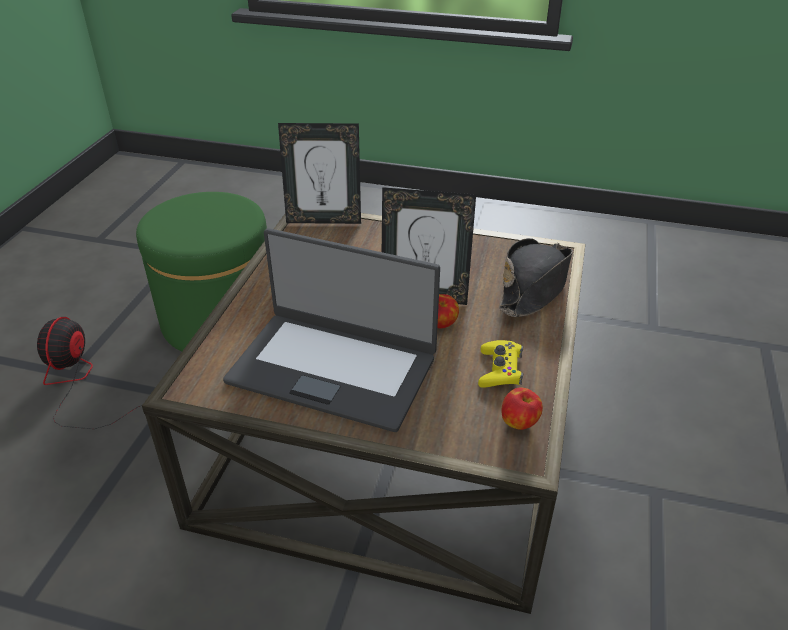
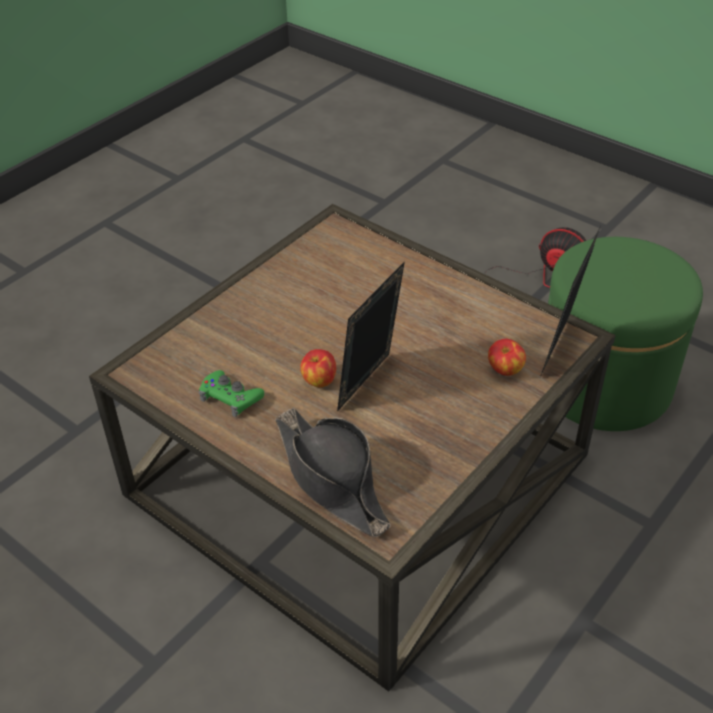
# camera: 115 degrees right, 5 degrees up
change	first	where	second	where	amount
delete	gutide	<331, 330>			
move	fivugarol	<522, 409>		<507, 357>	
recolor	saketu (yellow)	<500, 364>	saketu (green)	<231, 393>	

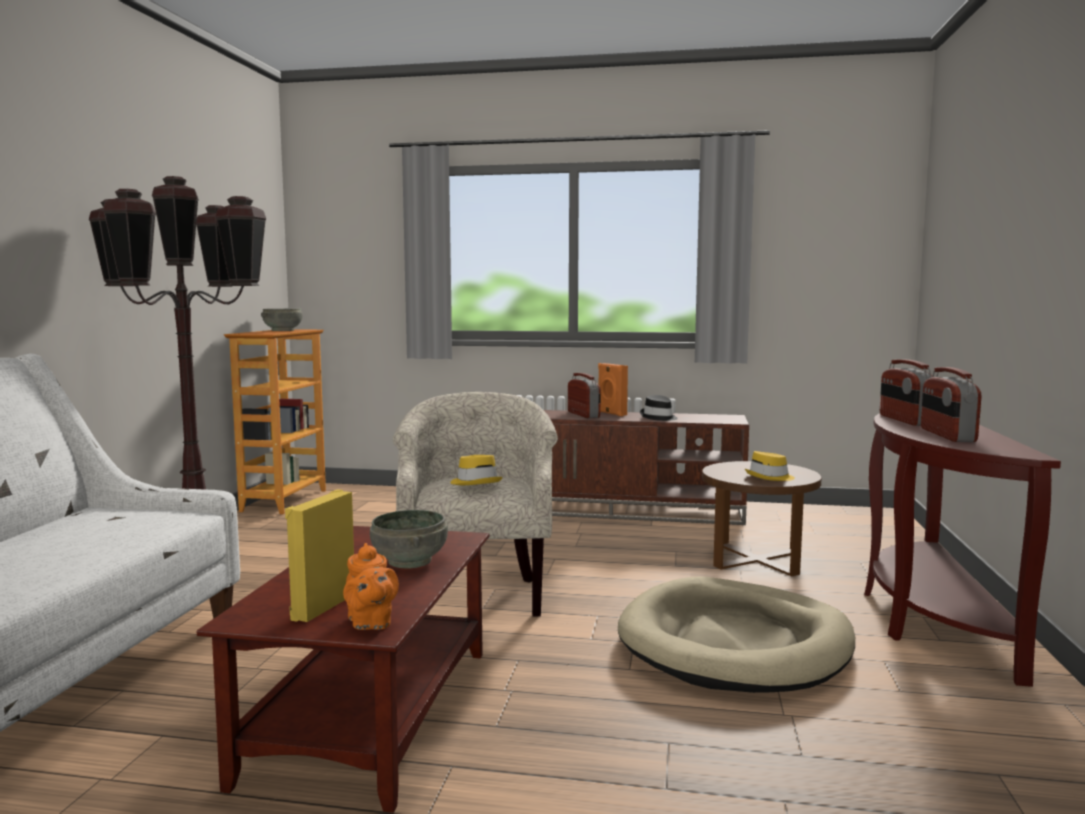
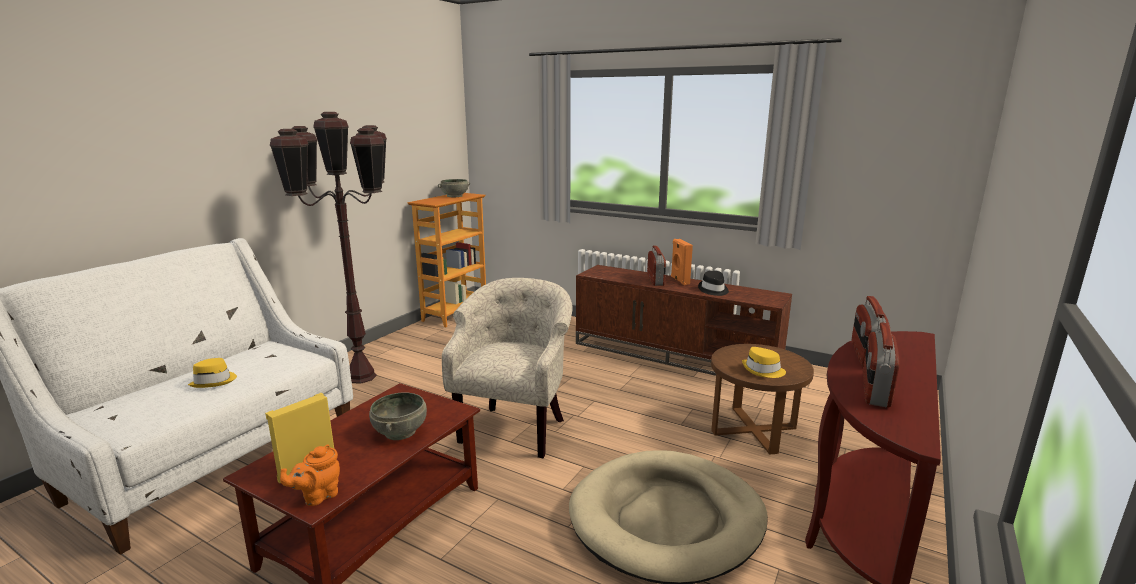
# camera: 20 degrees right, 10 degrees up
change	first	where	second	where	amount
move	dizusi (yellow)	<476, 470>		<212, 373>	
rotate	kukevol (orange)	<371, 586>		<310, 475>	45 degrees clockwise

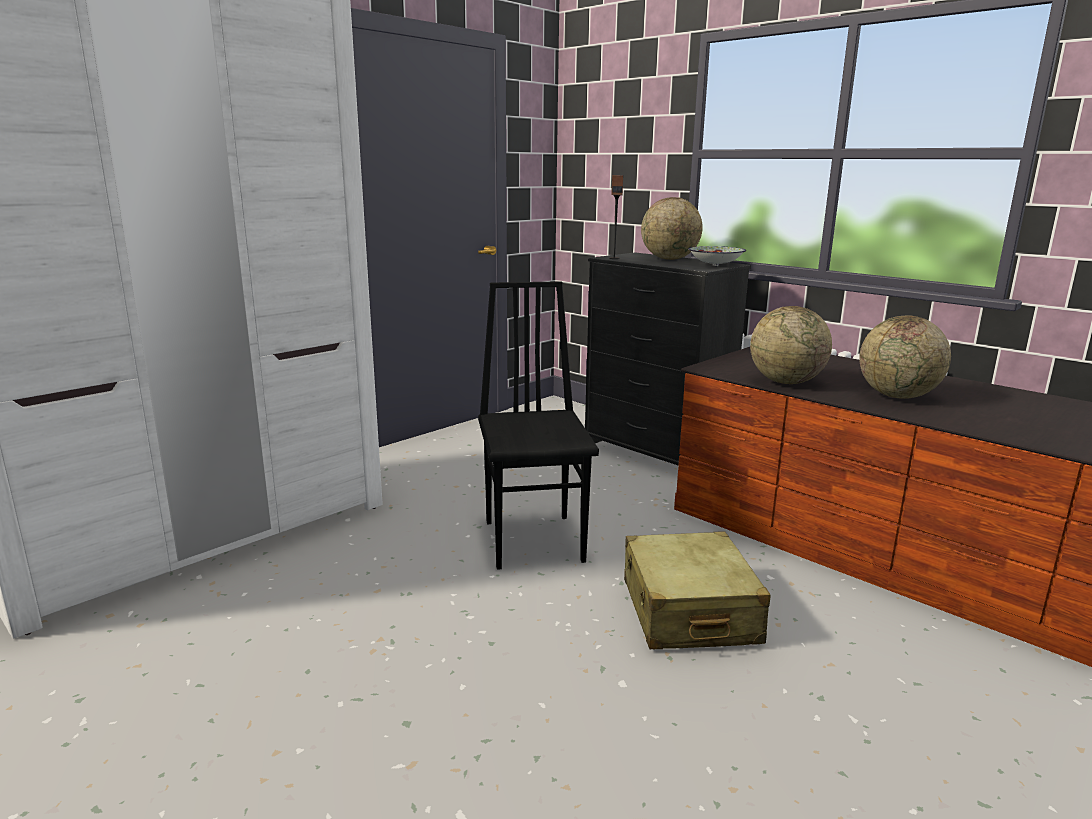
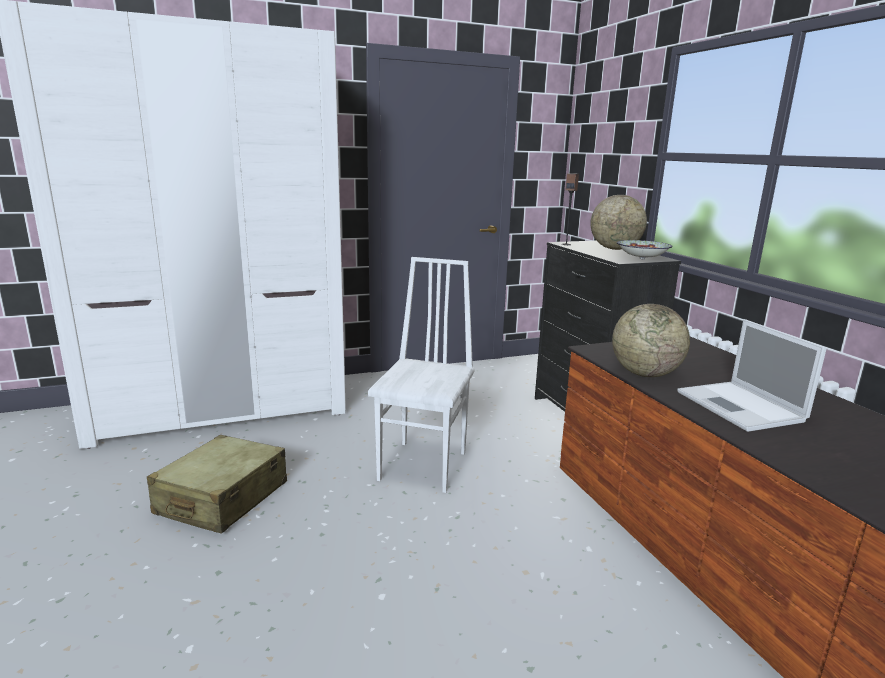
# camera: 25 degrees right, 0 degrees up
change	first	where	second	where	amount
move	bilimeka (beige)	<697, 590>		<217, 484>	
replace	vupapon	<905, 357>	gutide	<752, 375>	
recolor	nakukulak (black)	<538, 425>	nakukulak (white)	<421, 375>	

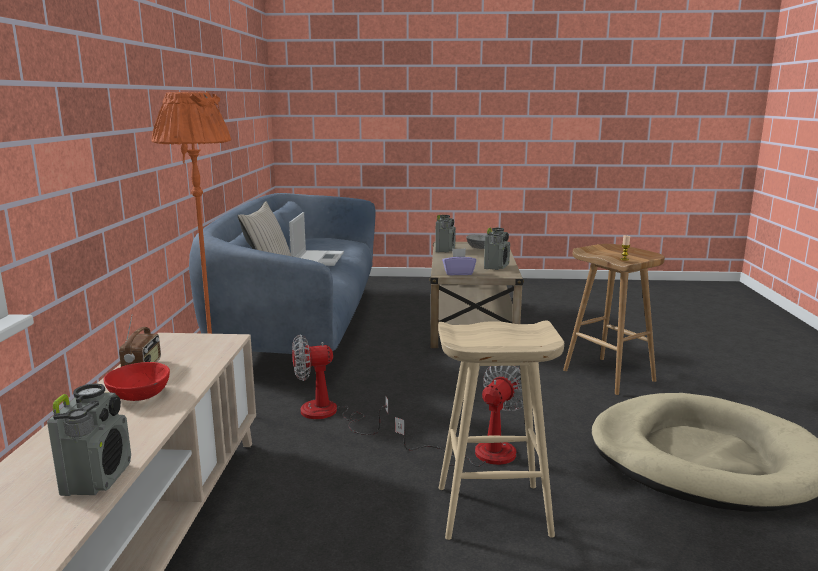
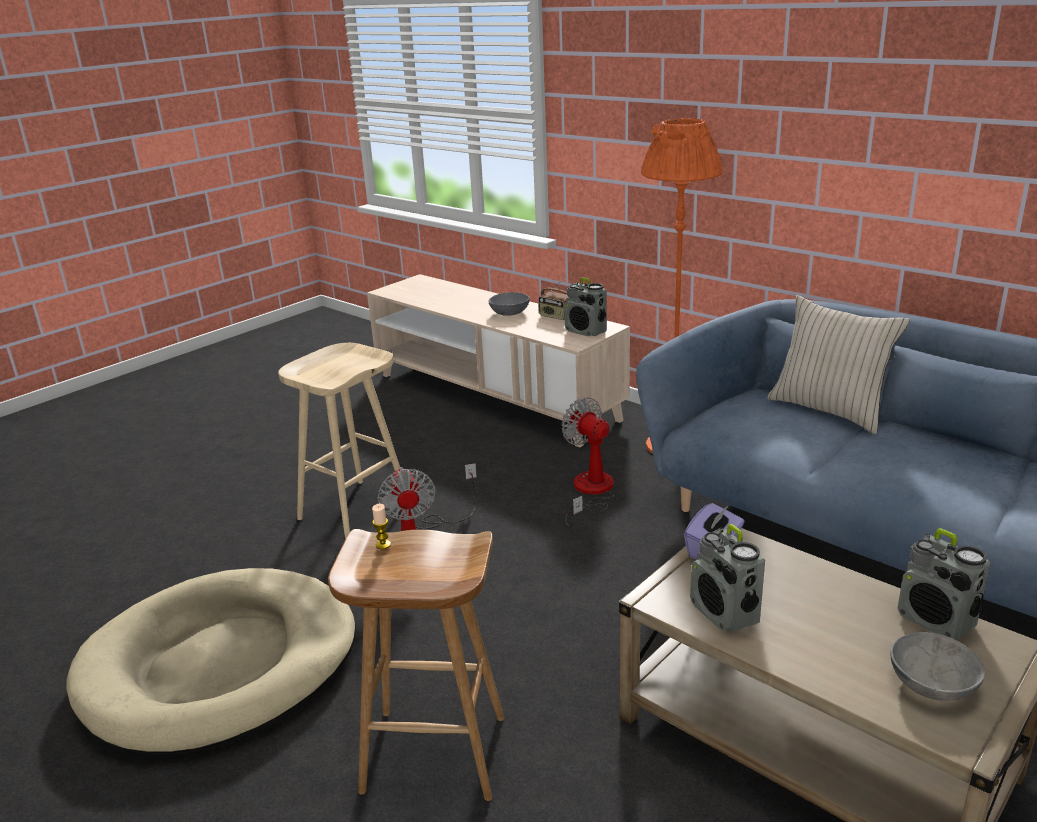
# camera: 130 degrees right, 10 degrees up
change	first	where	second	where	amount
delete	gutide	<316, 239>			
move	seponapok	<89, 439>		<585, 306>	
recolor	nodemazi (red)	<136, 381>	nodemazi (grey)	<509, 304>	
rotate	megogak	<340, 385>		<588, 462>	60 degrees counterclockwise

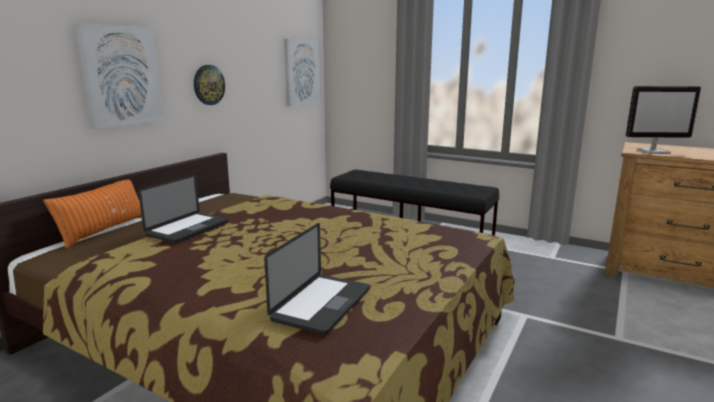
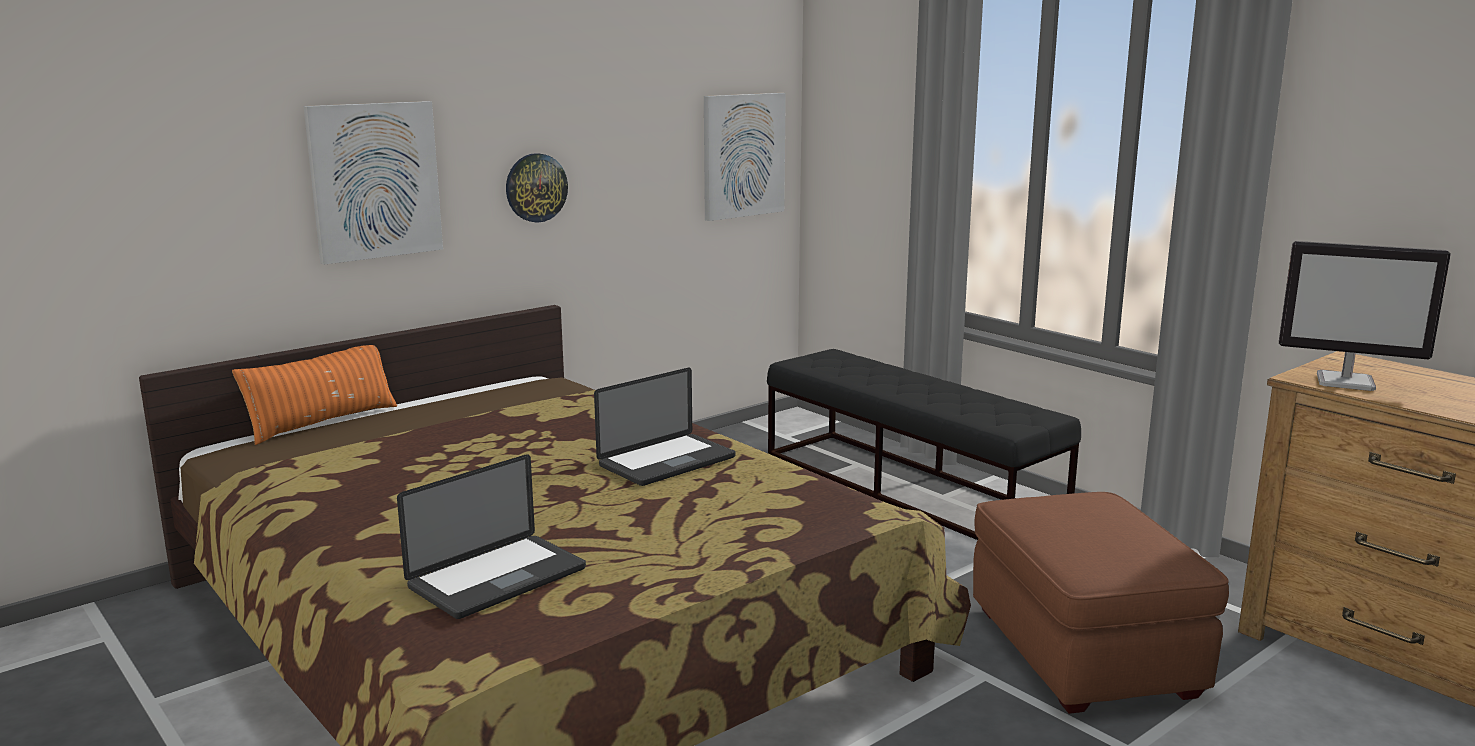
# camera: 20 degrees right, 0 degrees up
change	first	where	second	where	amount
insert			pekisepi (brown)	<1101, 603>	
move	gutide	<183, 209>		<665, 427>	

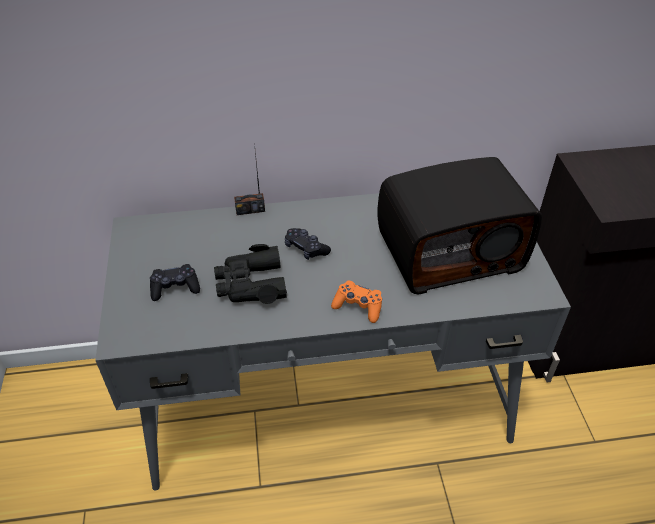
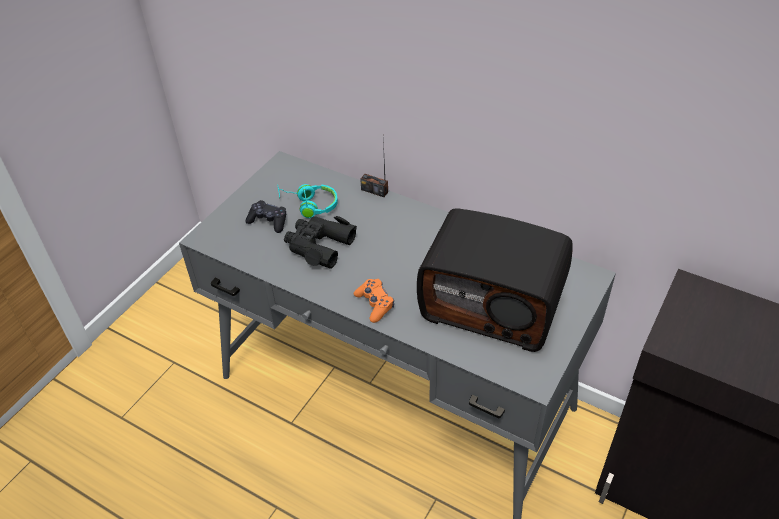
# camera: 40 degrees right, 0 degrees up
change	first	where	second	where	amount
delete	saketu (black)	<308, 244>			
insert			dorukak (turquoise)	<308, 201>	

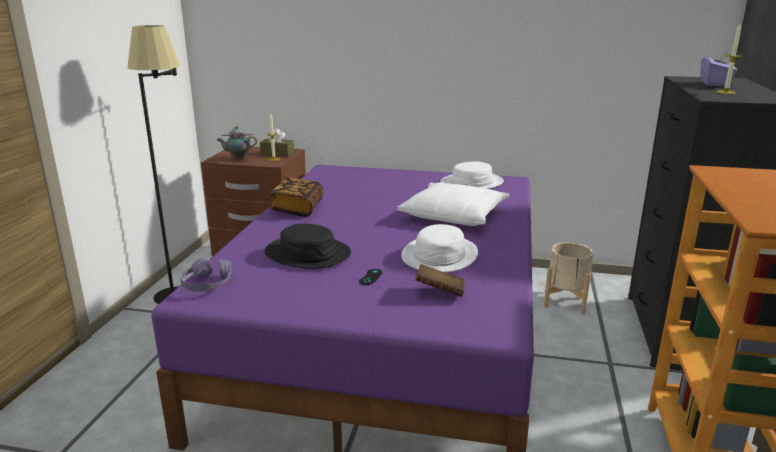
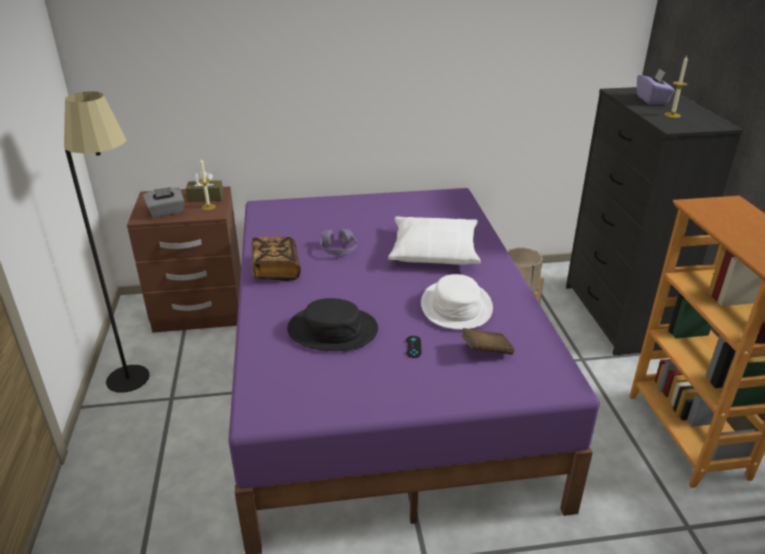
# camera: 20 degrees left, 10 degrees up
change	first	where	second	where	amount
delete	dizusi (white)	<472, 175>			
move	dorukak (purple)	<206, 275>		<338, 242>	
replace	kukevol	<237, 142>	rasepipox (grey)	<164, 202>	

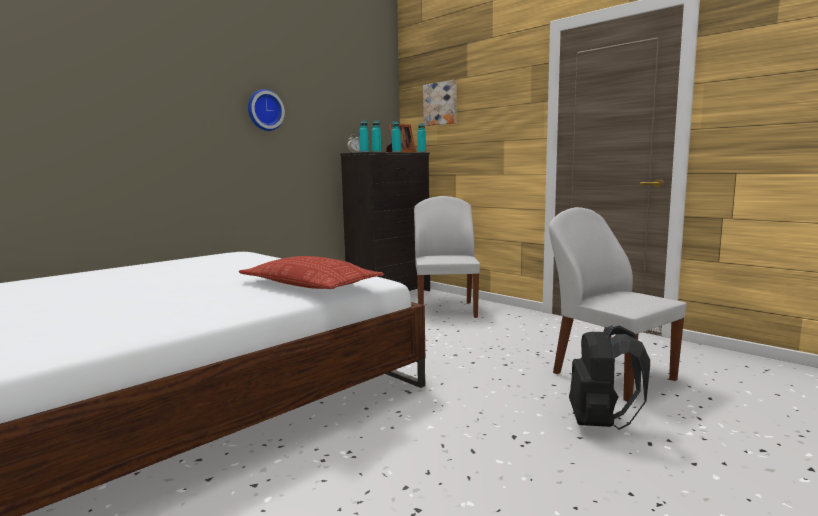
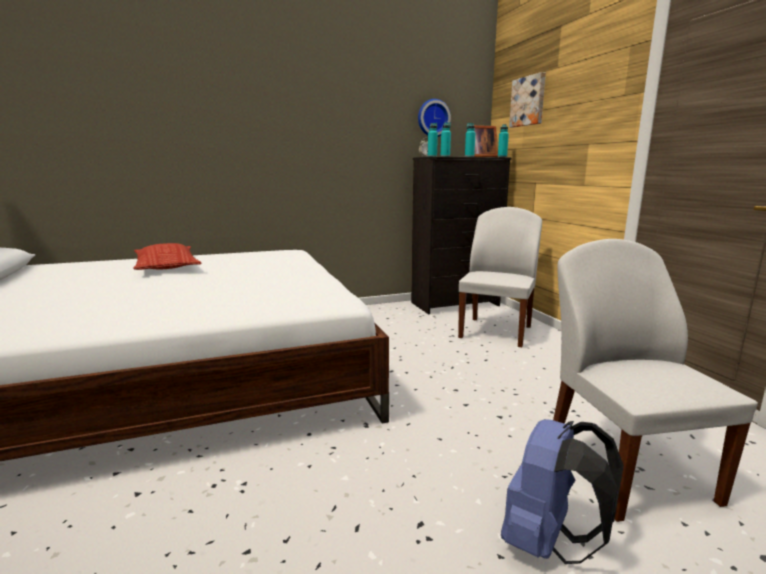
# camera: 25 degrees right, 5 degrees up
change	first	where	second	where	amount
move	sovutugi	<311, 272>		<167, 256>	
move	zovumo	<266, 110>		<434, 118>	
recolor	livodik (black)	<609, 377>	livodik (blue)	<562, 491>	

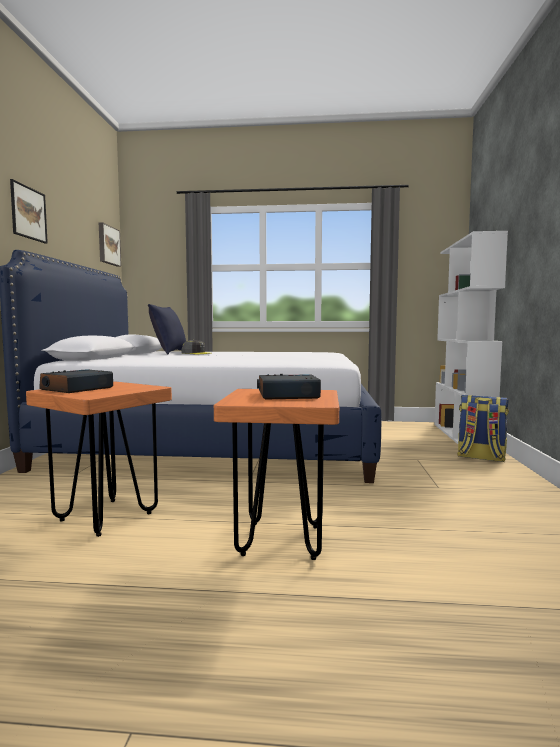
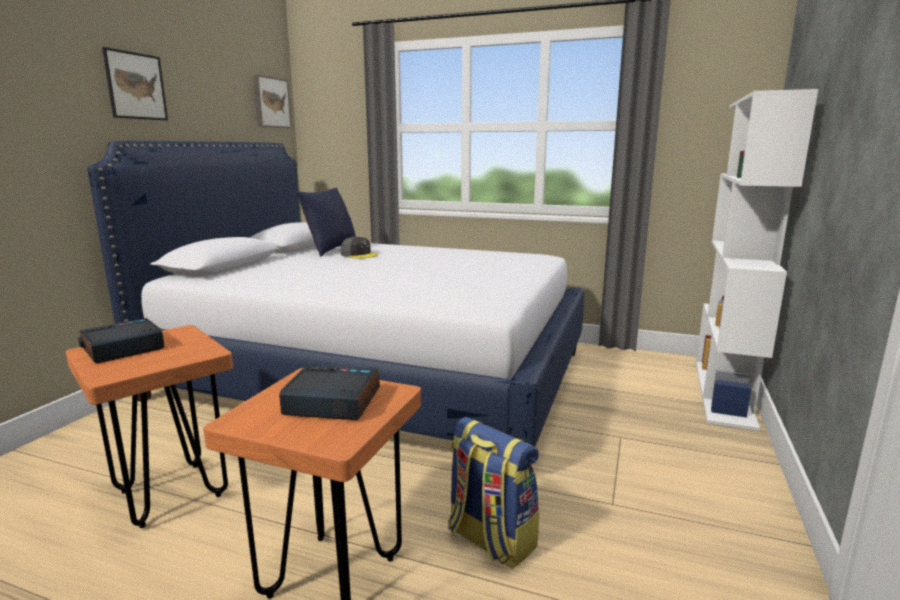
# camera: 15 degrees right, 10 degrees up
change	first	where	second	where	amount
move	livodik	<483, 428>		<493, 493>	

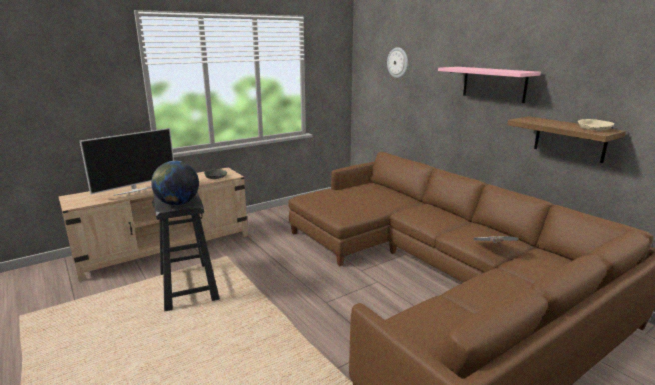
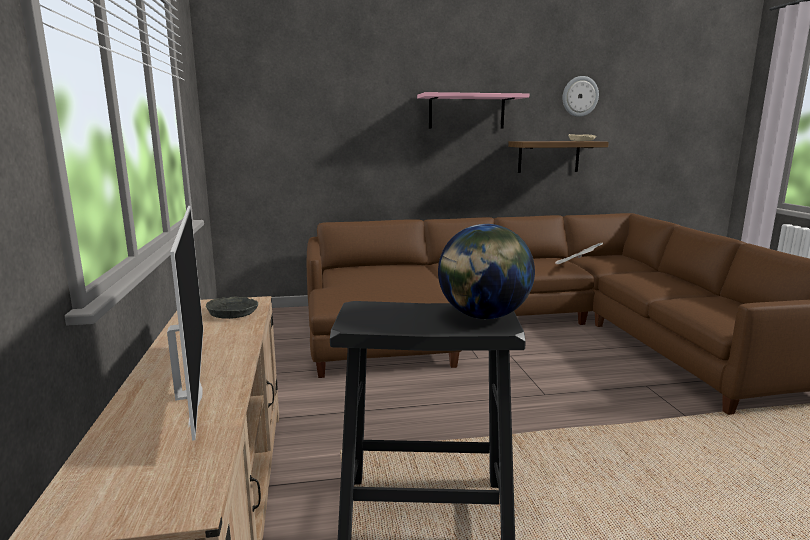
# camera: 65 degrees left, 5 degrees down
change	first	where	second	where	amount
move	zovumo	<397, 62>		<580, 96>	

